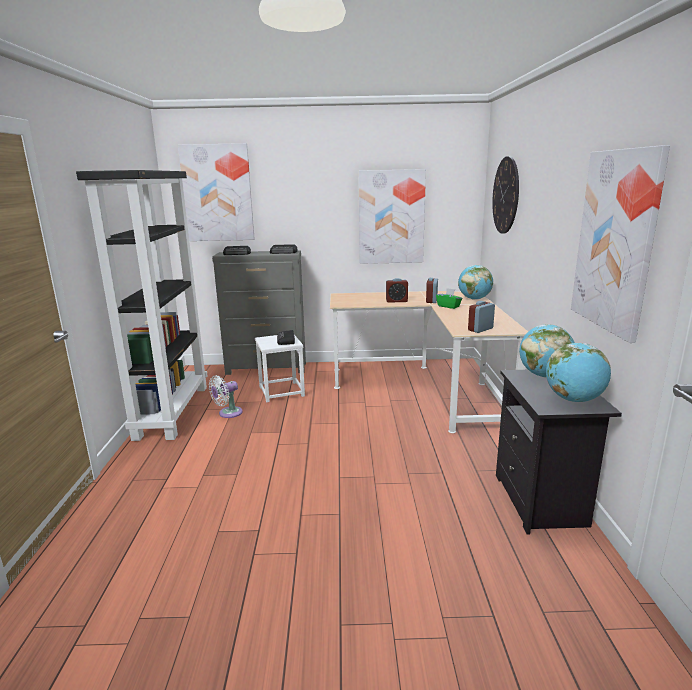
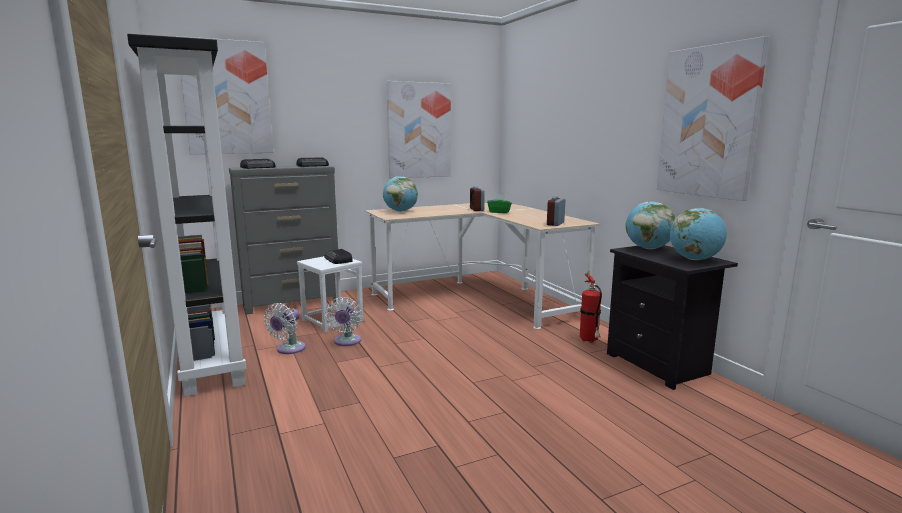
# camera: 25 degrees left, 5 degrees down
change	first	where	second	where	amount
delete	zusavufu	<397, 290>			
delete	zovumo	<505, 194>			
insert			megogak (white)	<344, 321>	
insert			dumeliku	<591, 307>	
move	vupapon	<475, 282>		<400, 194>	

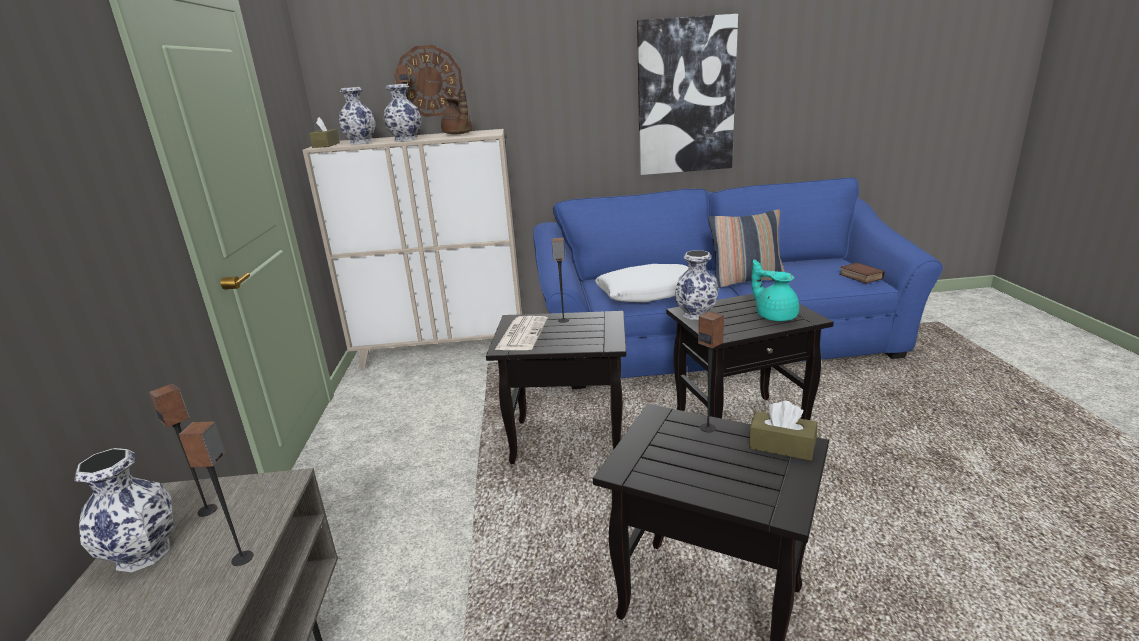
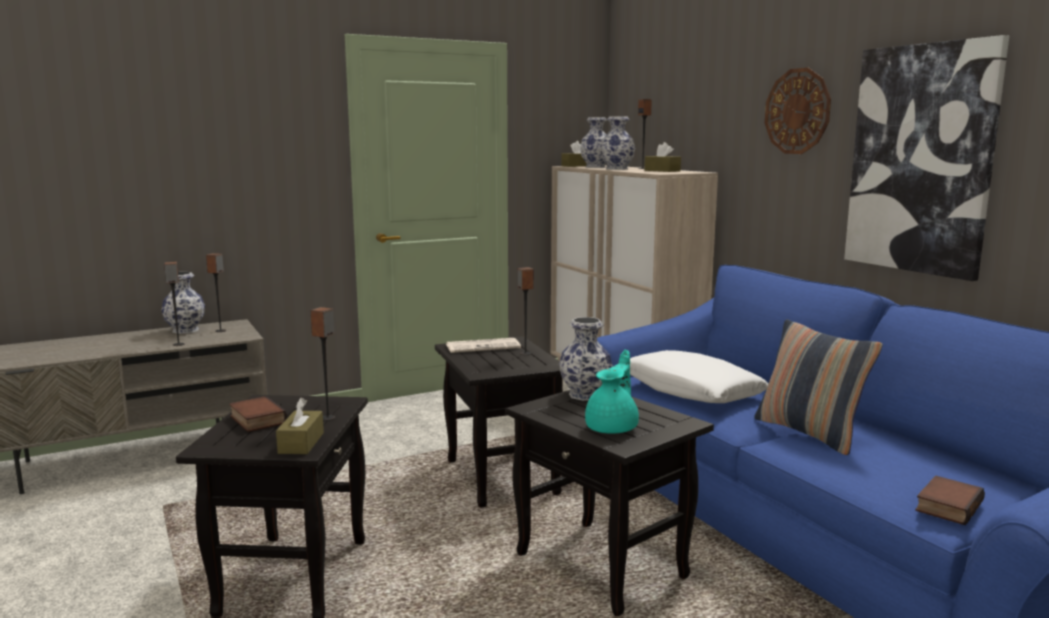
# camera: 65 degrees right, 10 degrees down
change	first	where	second	where	amount
insert			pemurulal	<258, 414>	
move	zovumo	<428, 81>		<798, 111>	
replace	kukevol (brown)	<456, 111>	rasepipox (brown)	<663, 157>	

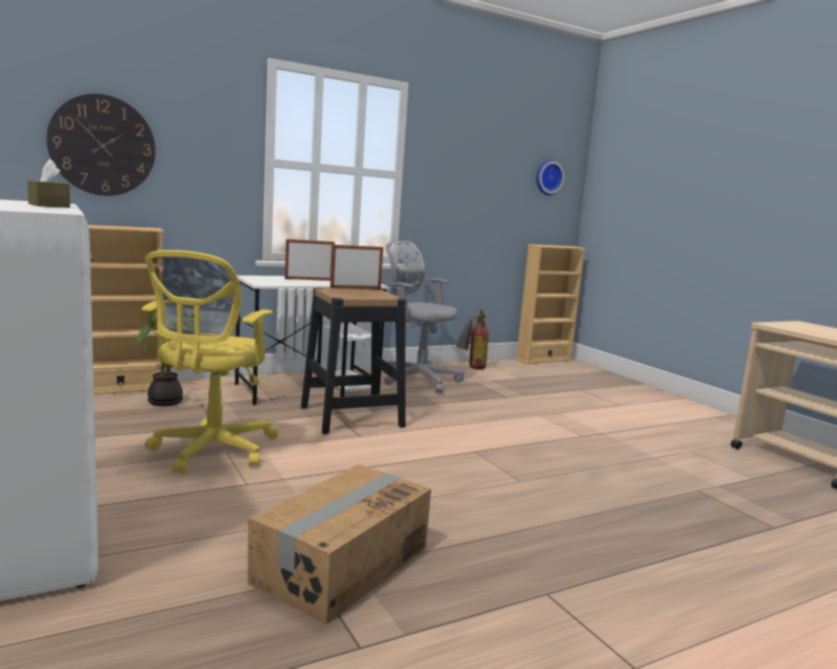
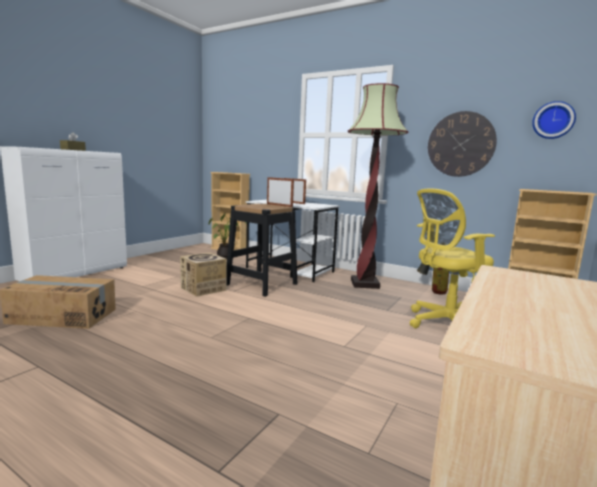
# camera: 60 degrees right, 0 degrees up
change	first	where	second	where	amount
insert			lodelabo	<203, 274>	
move	zovumo	<101, 145>		<462, 144>	
move	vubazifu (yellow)	<210, 362>		<452, 258>	
replace	vubazifu (grey)	<424, 317>	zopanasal	<378, 186>	

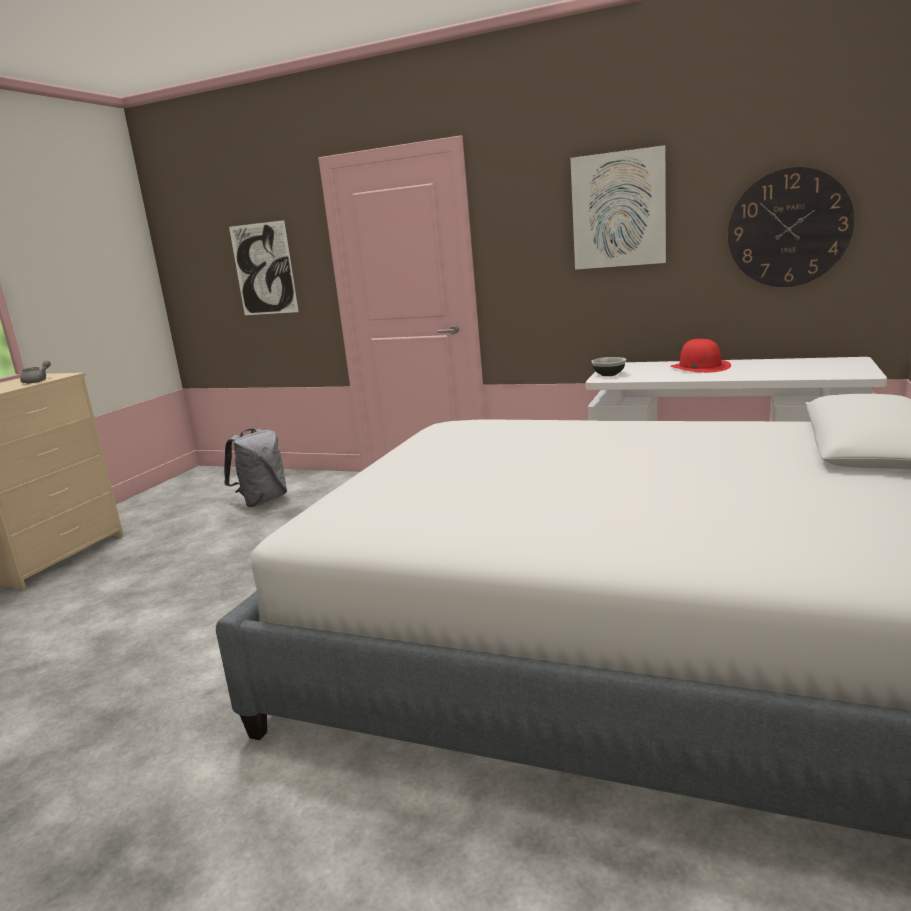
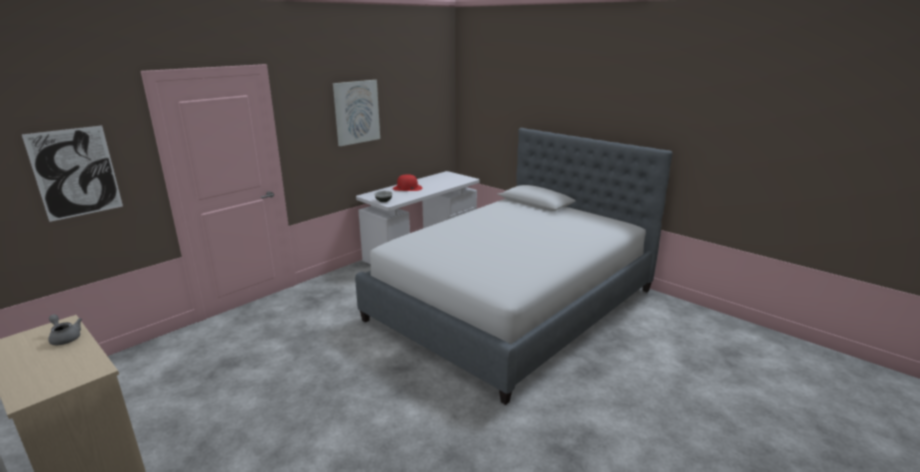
# camera: 70 degrees left, 5 degrees up
change	first	where	second	where	amount
delete	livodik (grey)	<255, 468>			
delete	zovumo	<791, 227>			

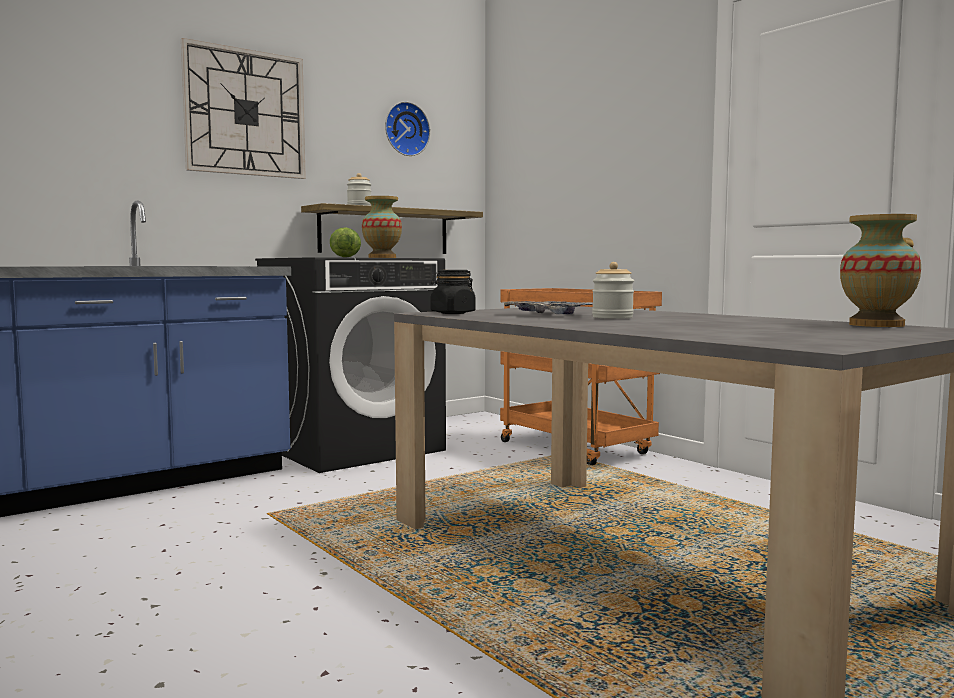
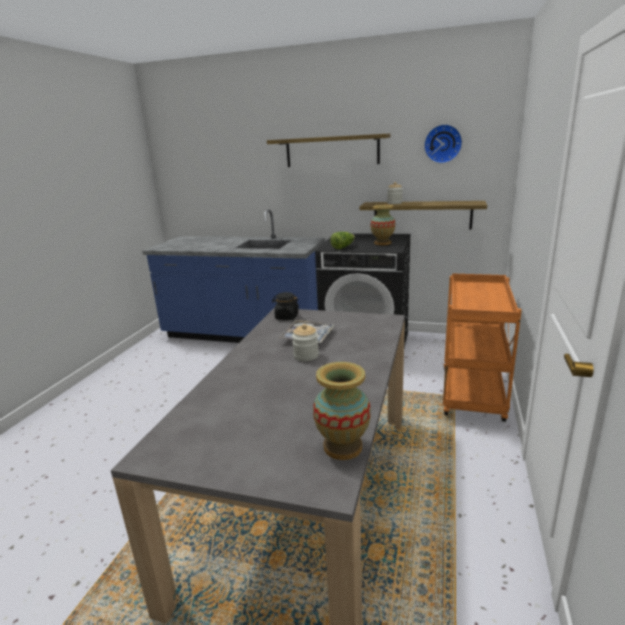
# camera: 55 degrees right, 15 degrees up
change	first	where	second	where	amount
replace	zovumo	<243, 108>	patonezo	<329, 150>	

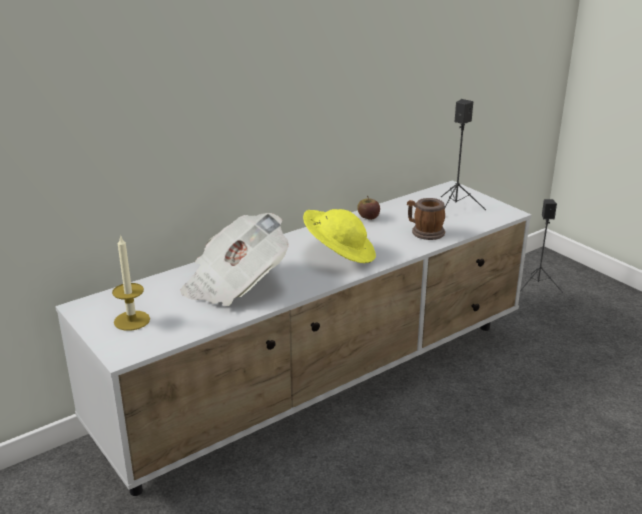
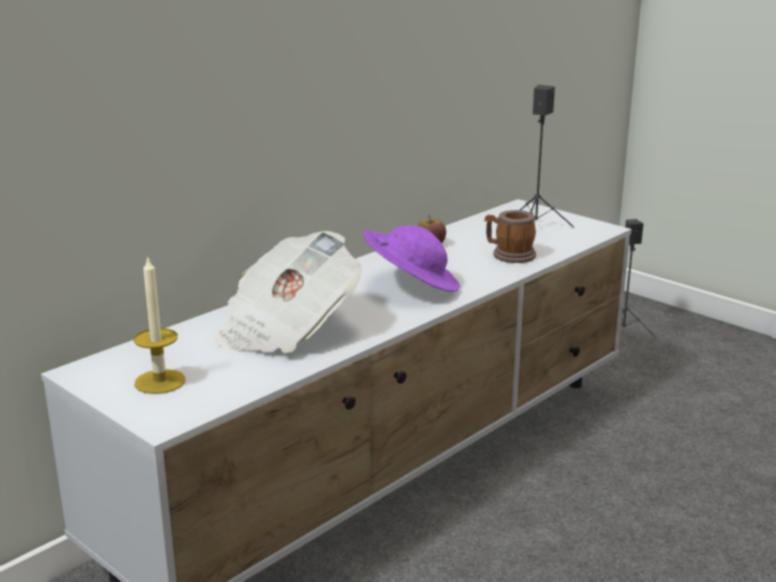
# camera: 10 degrees left, 5 degrees down
change	first	where	second	where	amount
recolor	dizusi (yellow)	<339, 236>	dizusi (purple)	<412, 258>	

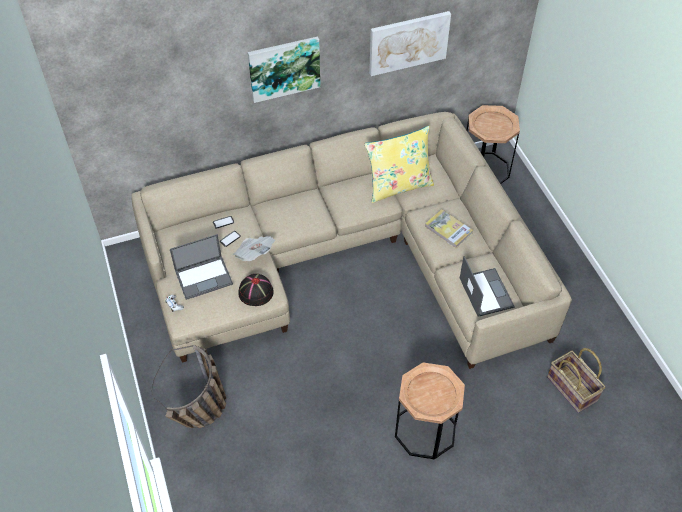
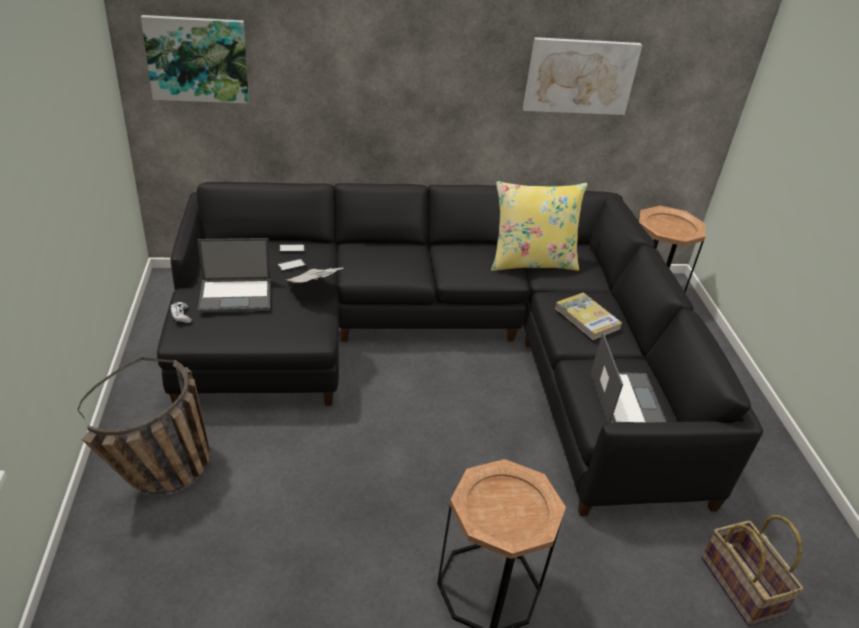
# camera: 10 degrees right, 15 degrees down
change	first	where	second	where	amount
delete	dizusi (black)	<256, 290>			
move	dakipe	<284, 69>		<195, 59>	
recolor	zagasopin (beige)	<352, 240>	zagasopin (black)	<460, 349>	

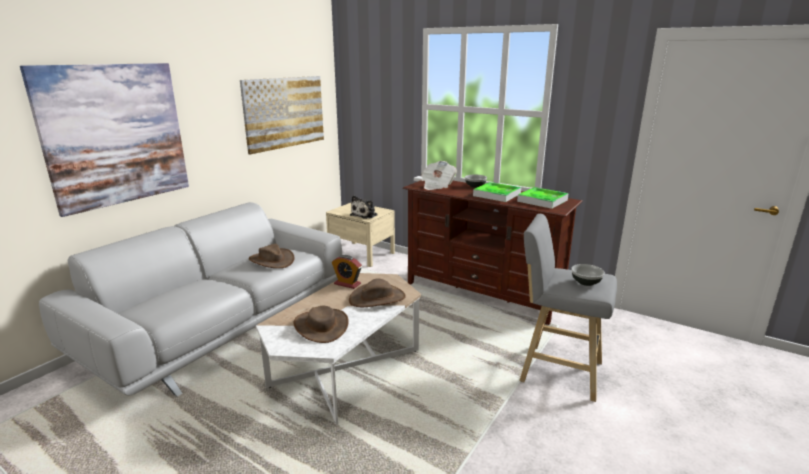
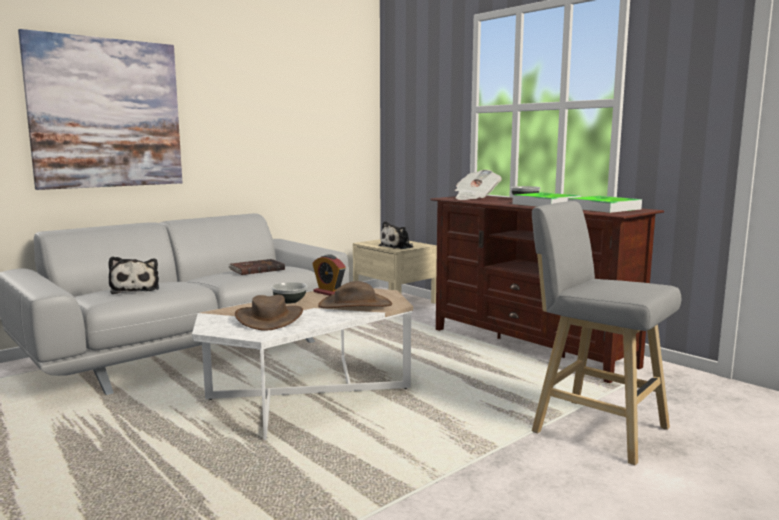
# camera: 15 degrees right, 10 degrees down
change	first	where	second	where	amount
delete	dakipe	<282, 115>			
insert			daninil	<134, 275>	
move	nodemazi	<588, 275>		<289, 292>	
replace	dizusi (brown)	<272, 256>	pemurulal (brown)	<256, 267>	

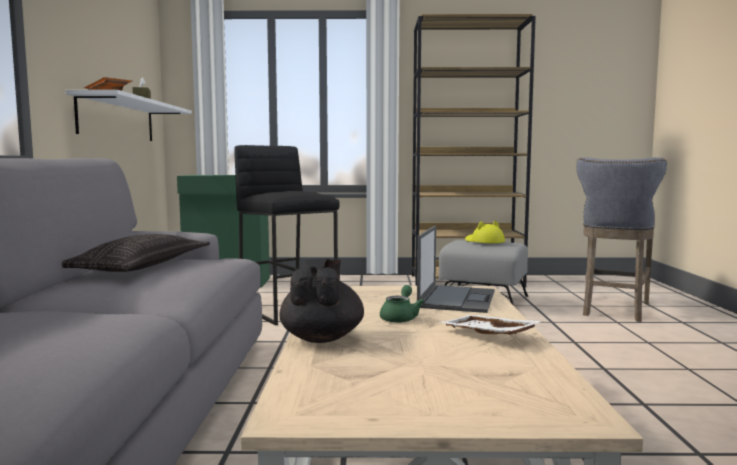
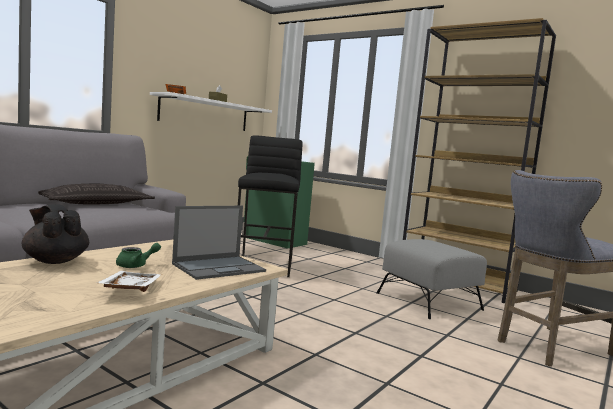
# camera: 35 degrees right, 0 degrees up
change	first	where	second	where	amount
delete	dizusi (yellow)	<485, 232>			
rotate	kukevol (black)	<321, 300>		<55, 234>	90 degrees counterclockwise

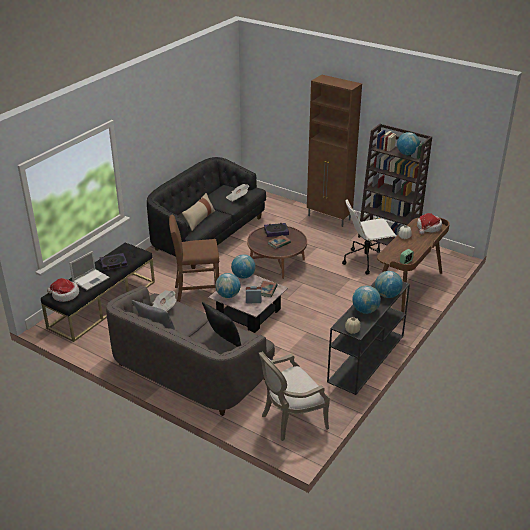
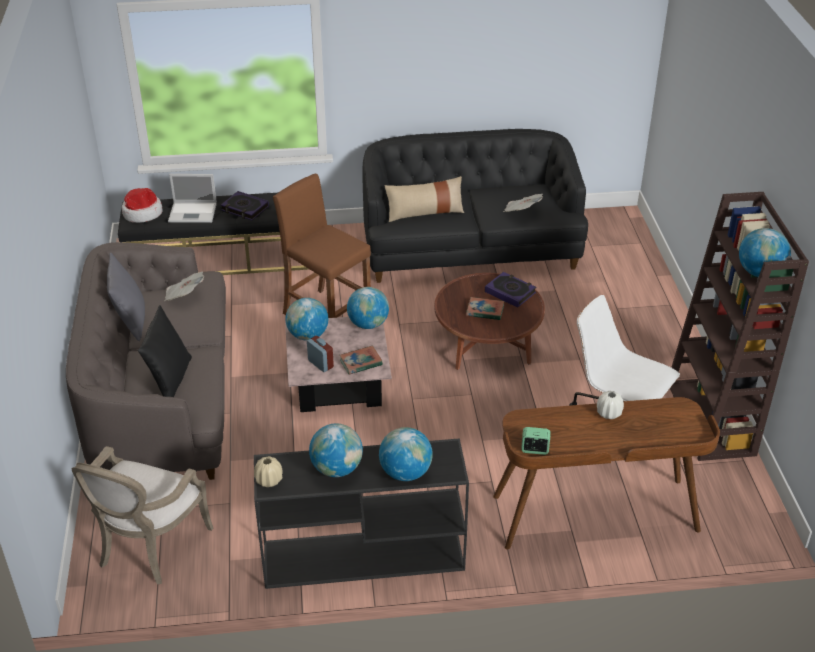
# camera: 50 degrees right, 5 degrees up
change	first	where	second	where	amount
delete	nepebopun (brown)	<334, 151>			
delete	dizusi	<429, 224>			
rotate	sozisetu	<294, 396>		<142, 515>	90 degrees counterclockwise

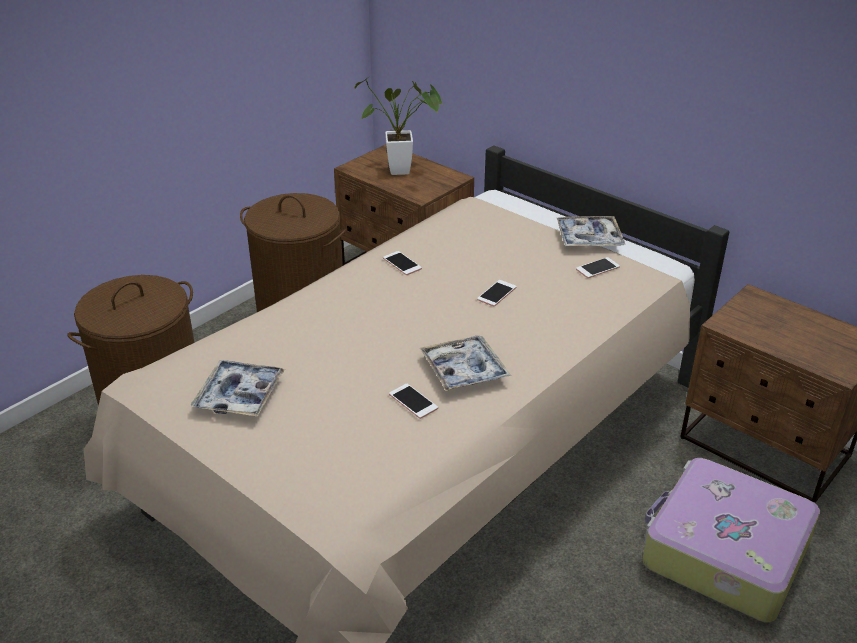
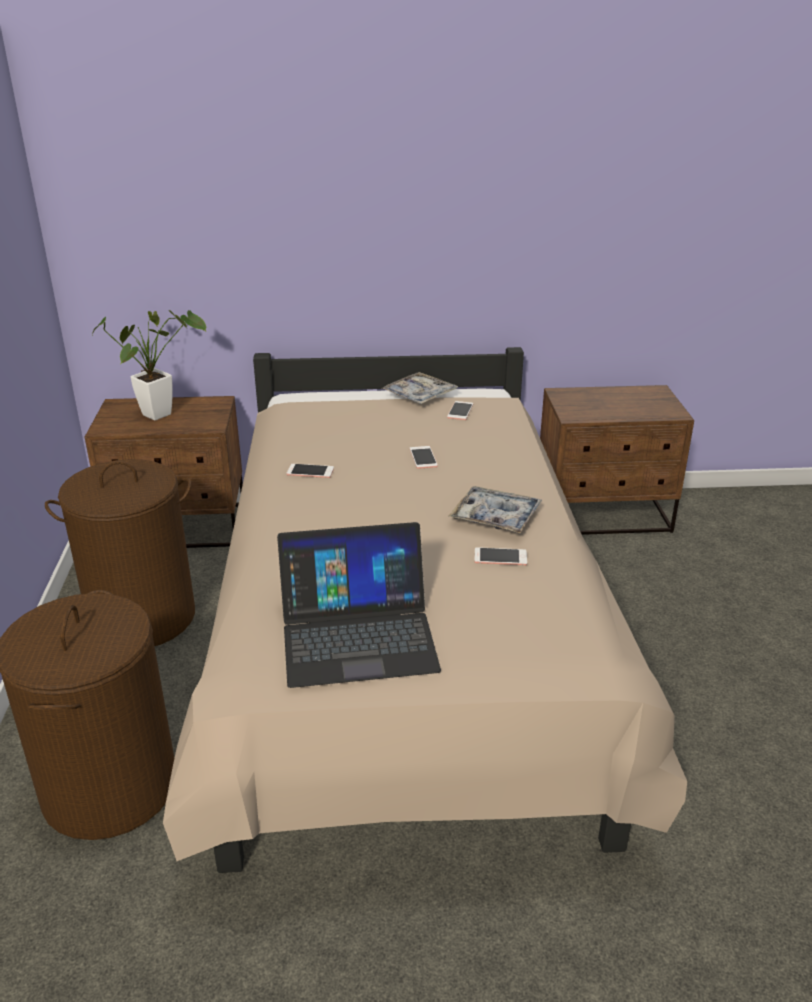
# camera: 45 degrees left, 5 degrees down
change	first	where	second	where	amount
delete	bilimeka	<731, 540>			
replace	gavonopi	<238, 388>	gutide	<359, 605>	

